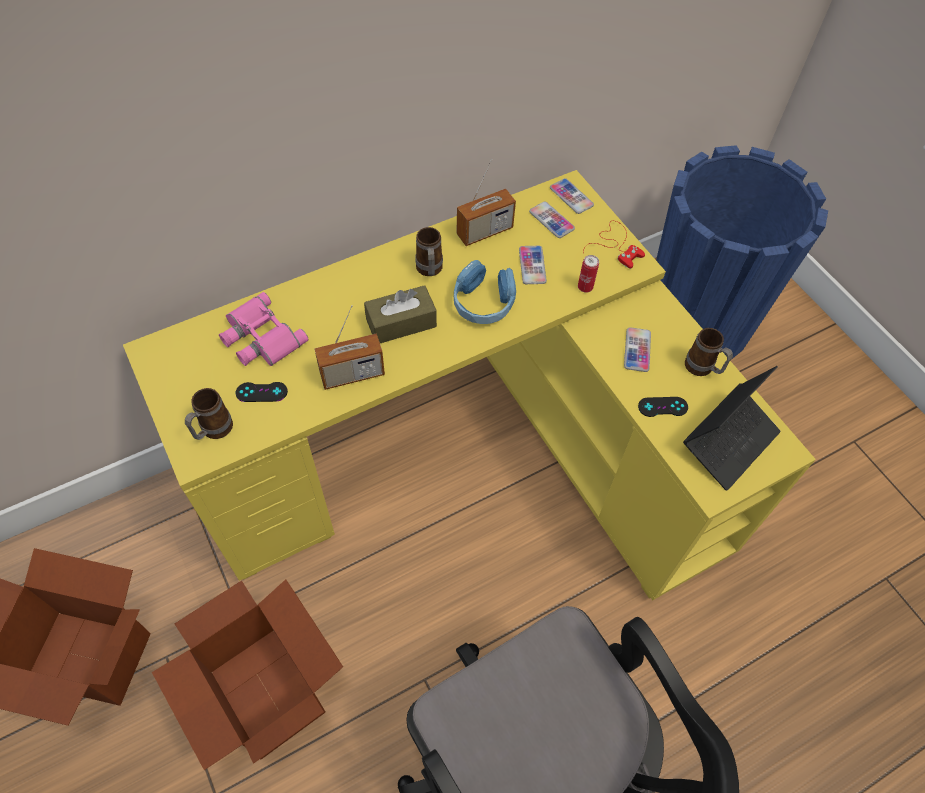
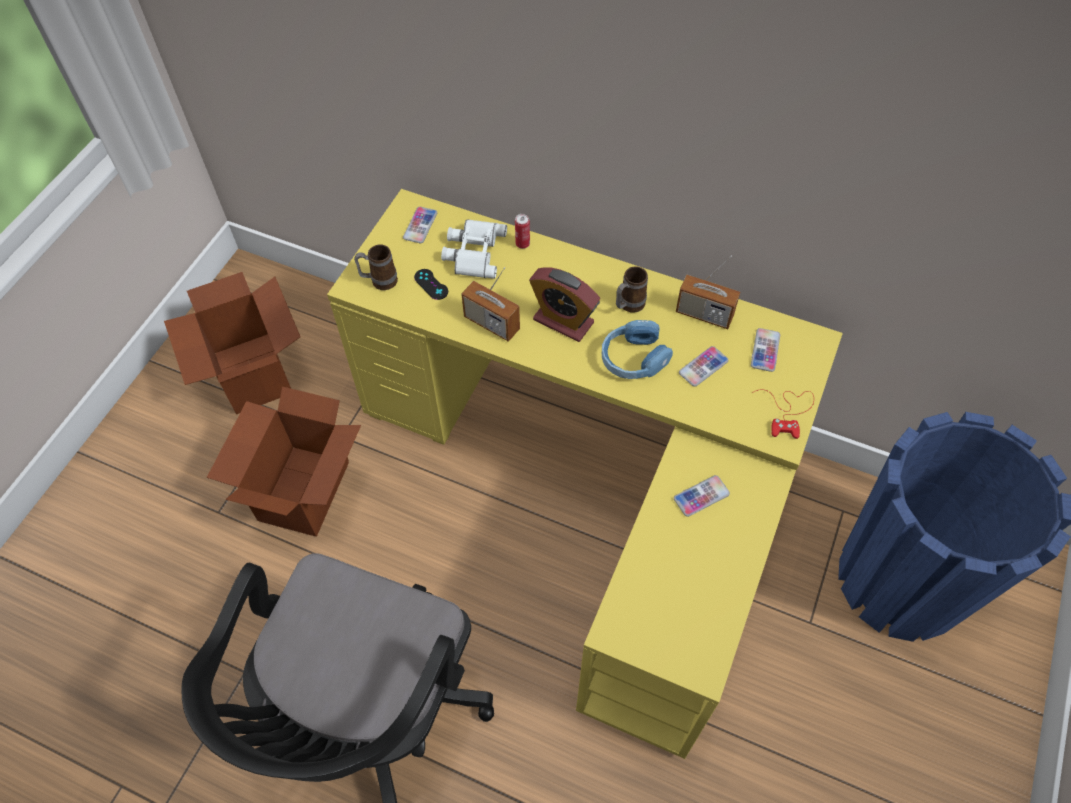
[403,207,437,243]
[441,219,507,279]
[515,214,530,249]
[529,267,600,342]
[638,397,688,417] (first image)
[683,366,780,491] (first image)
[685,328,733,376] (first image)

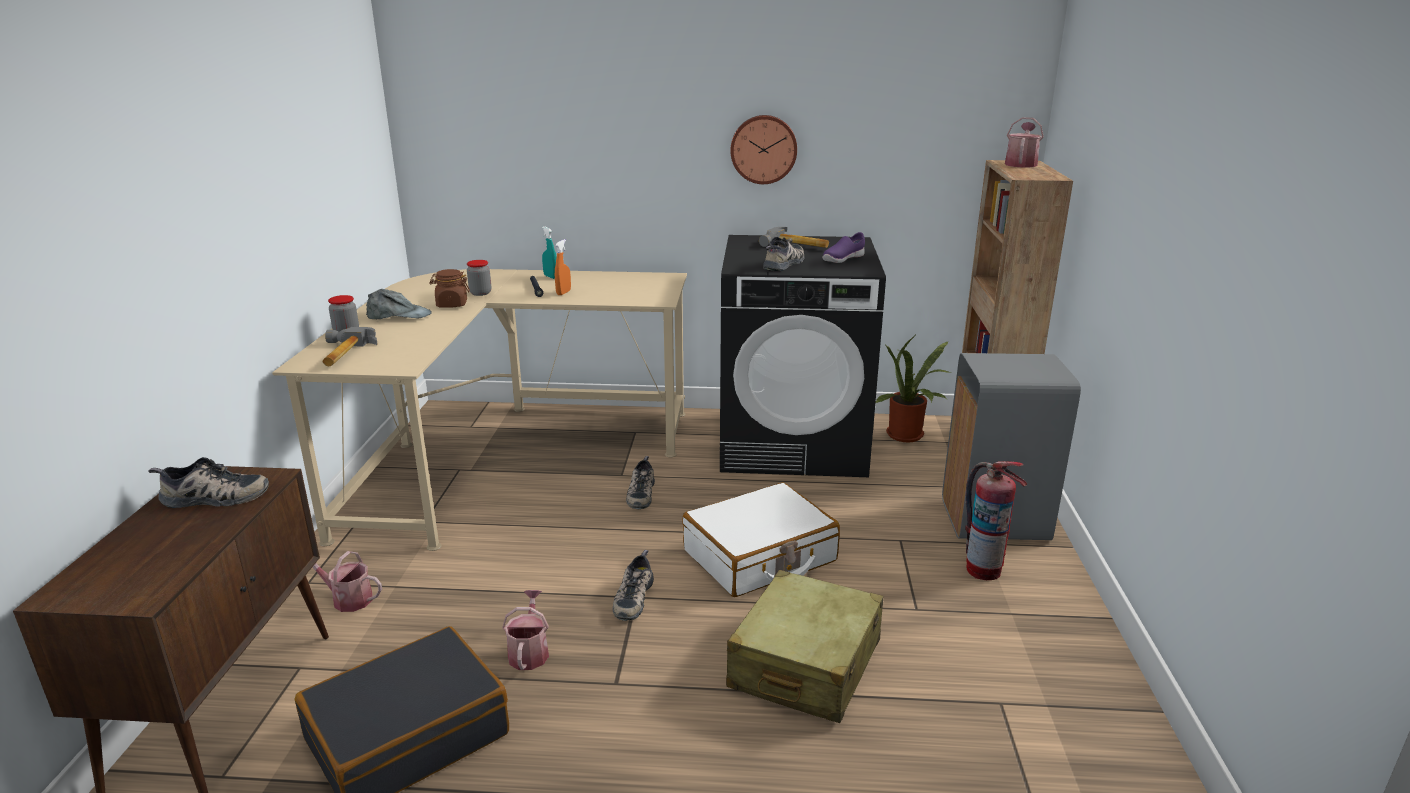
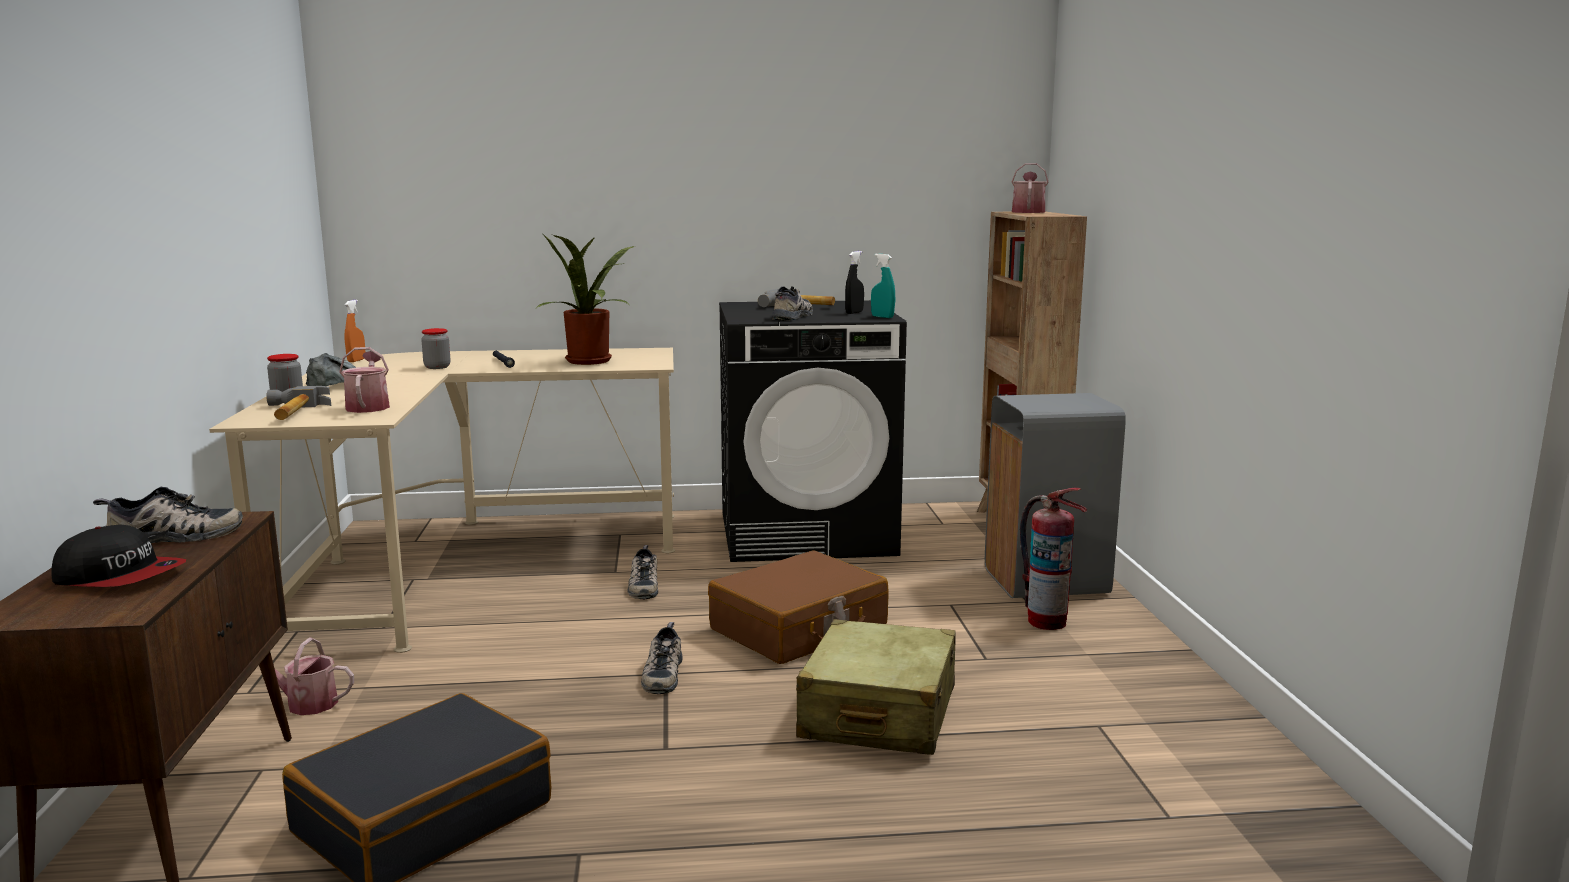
[51,525,186,587]
[339,347,390,413]
[345,300,365,362]
[536,234,635,365]
[708,551,889,664]
[845,251,864,314]
[871,253,895,318]
[429,269,470,308] (first image)
[730,115,797,184] (first image)

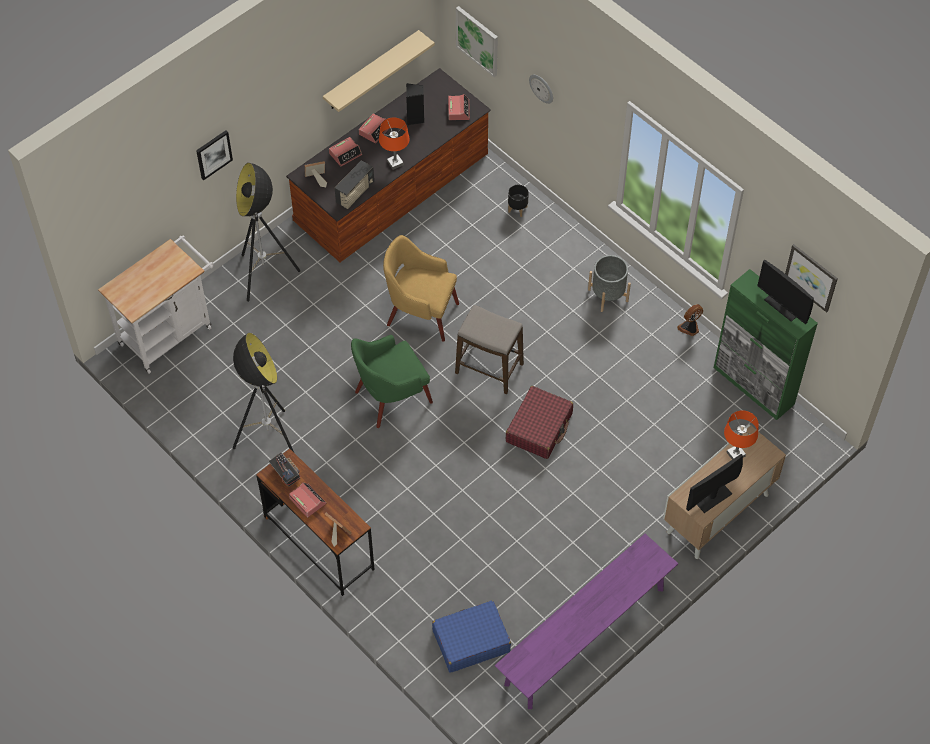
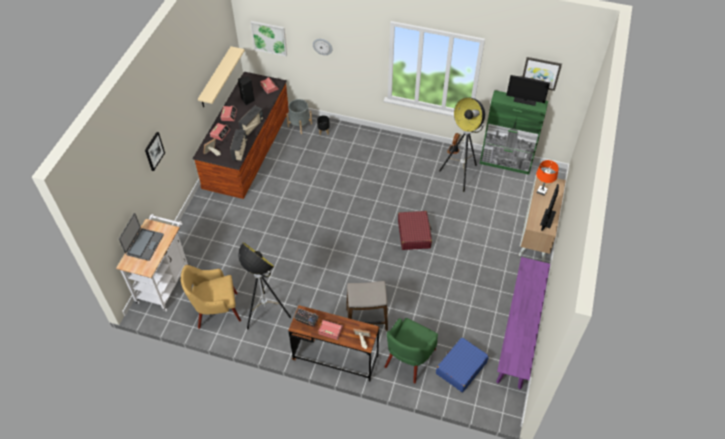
[119,213,164,261]
[181,265,241,329]
[239,105,264,136]
[286,99,312,134]
[346,281,388,331]
[384,318,438,384]
[439,97,485,192]

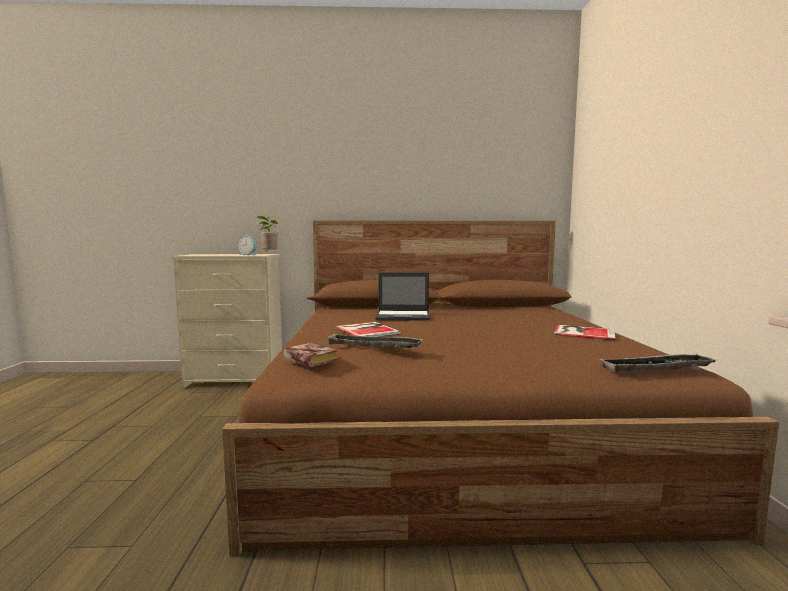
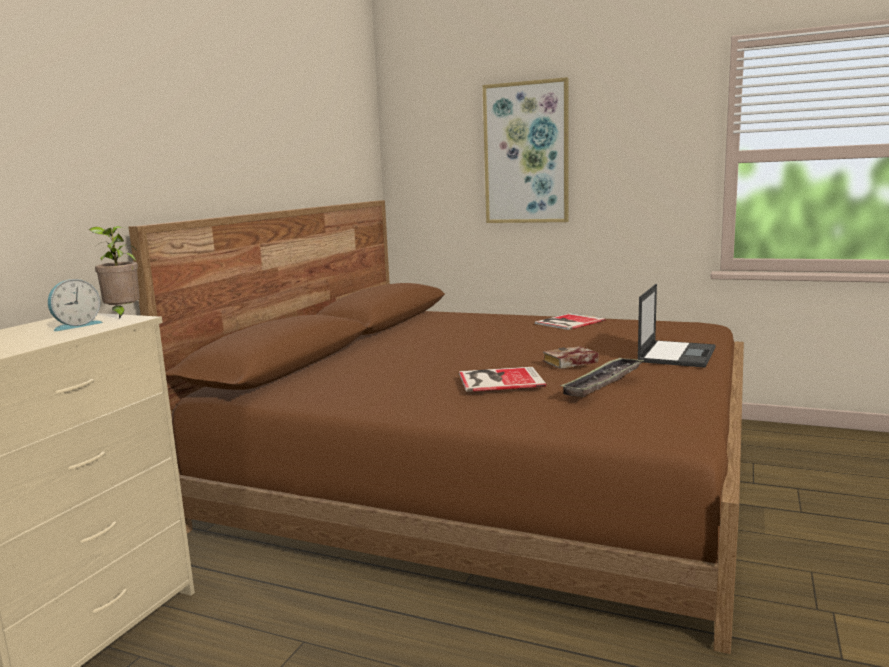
[483,77,569,223]
[543,346,599,369]
[637,284,716,368]
[601,354,716,372] (first image)

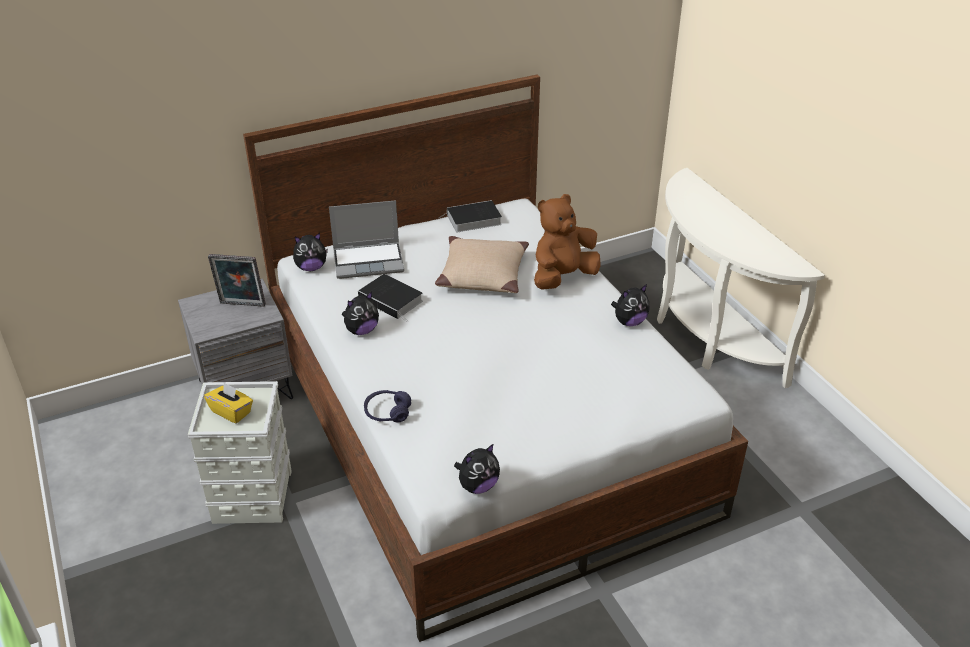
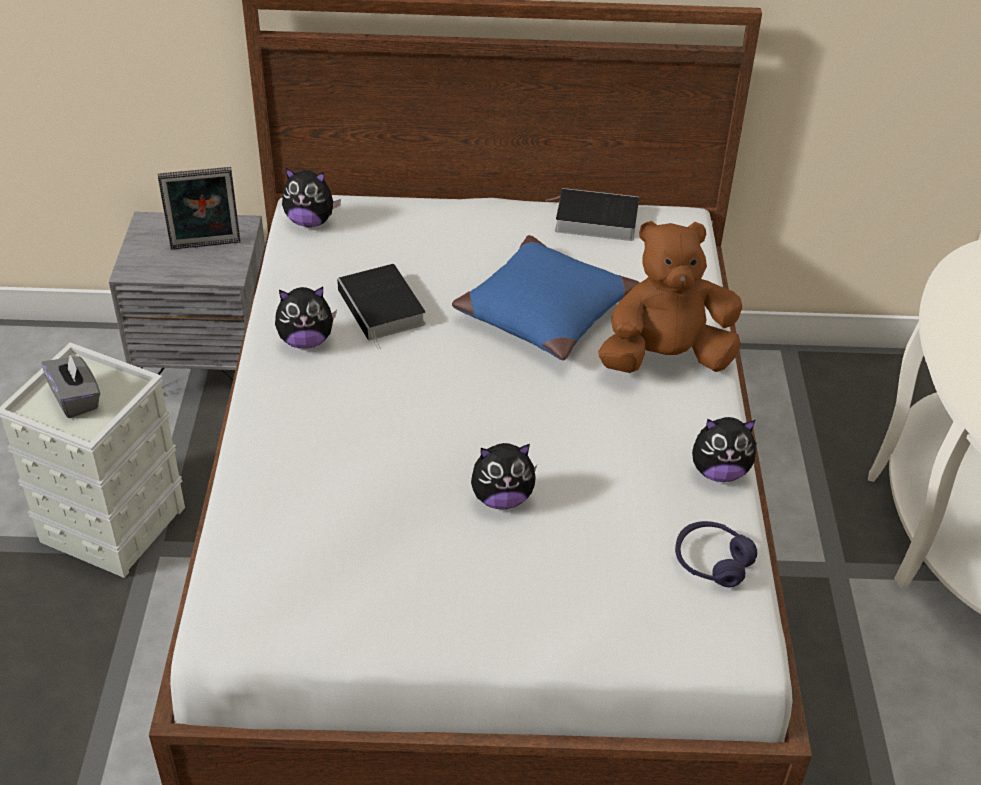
[41,353,101,418]
[158,167,241,250]
[452,235,640,360]
[471,443,537,509]
[675,521,757,587]
[329,200,404,279] (first image)

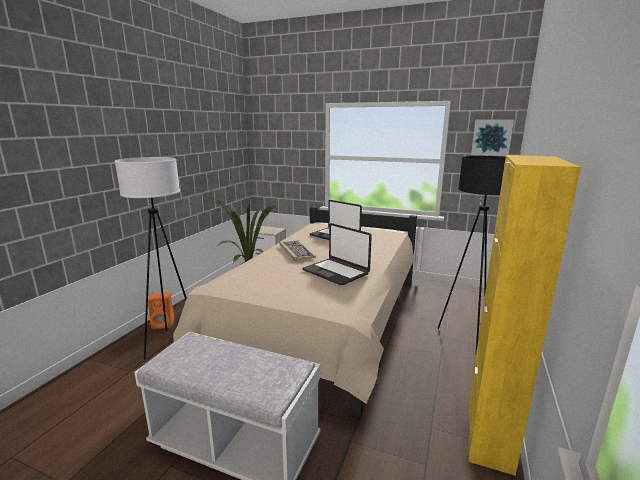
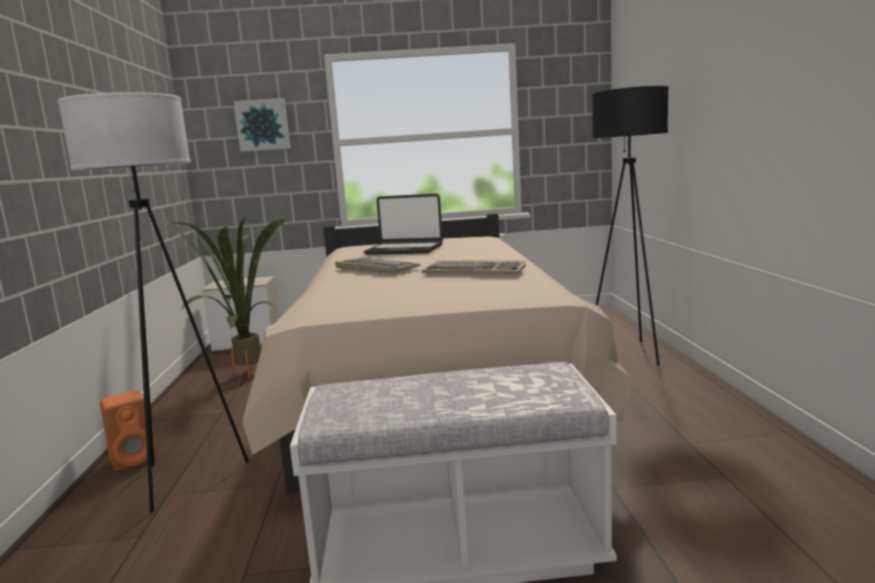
[234,98,290,152]
[422,260,526,274]
[469,155,581,476] (first image)

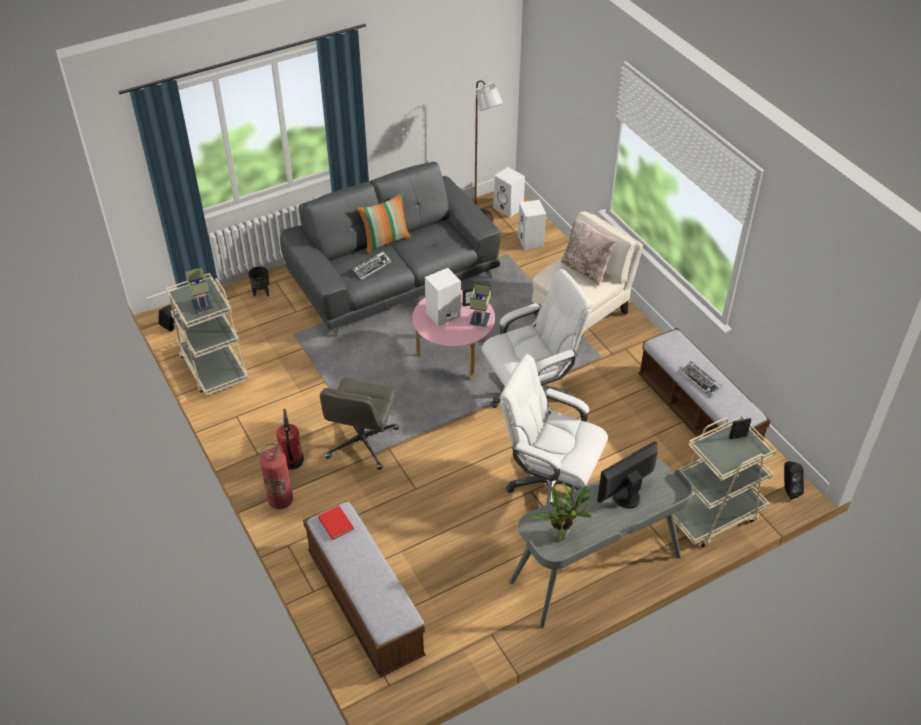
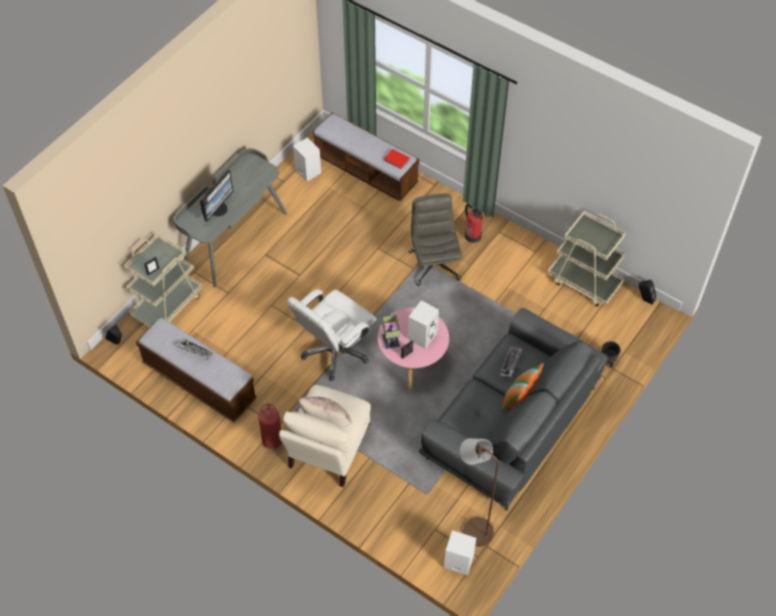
[258,404,282,449]
[293,137,321,181]
[185,267,213,313] (first image)
[500,354,608,504] (first image)
[531,483,592,541] (first image)

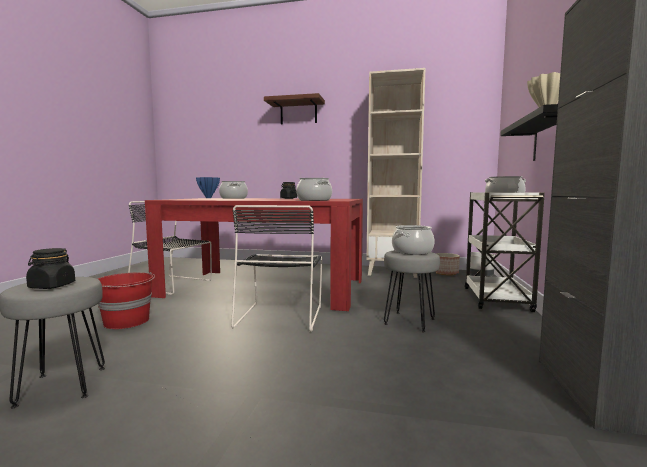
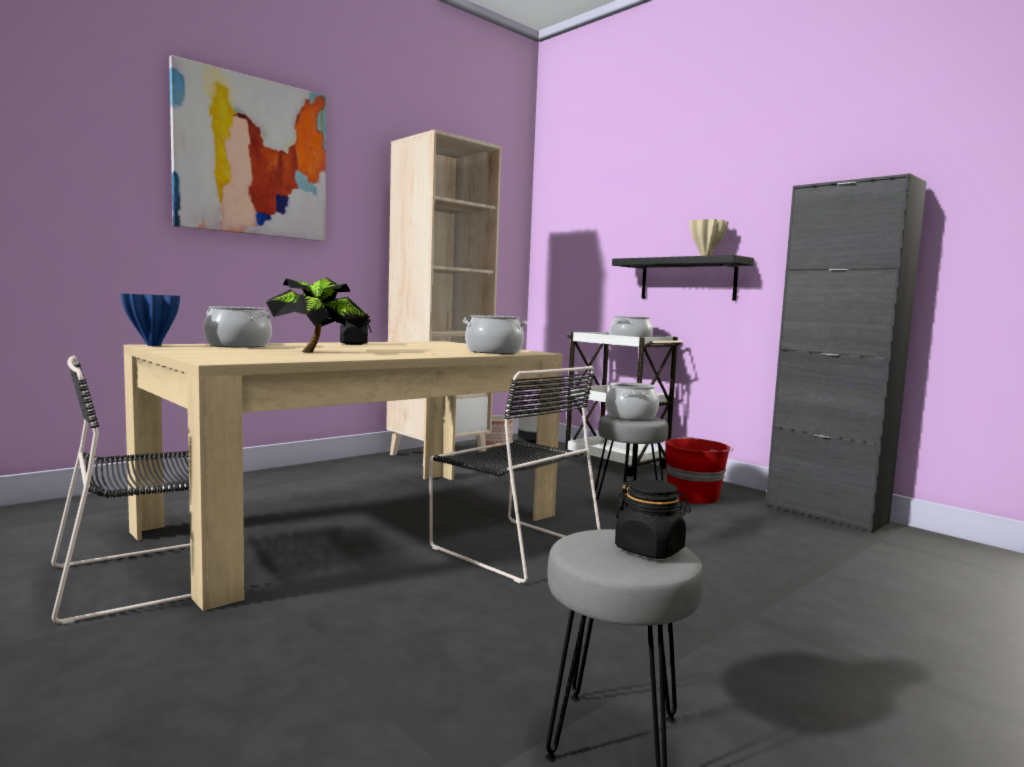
[124,341,562,611]
[169,55,326,241]
[266,277,369,353]
[665,436,733,504]

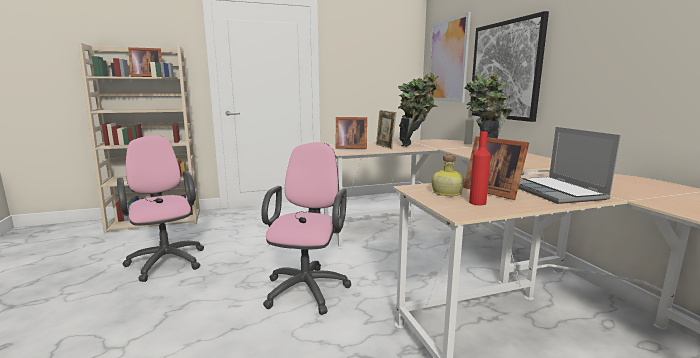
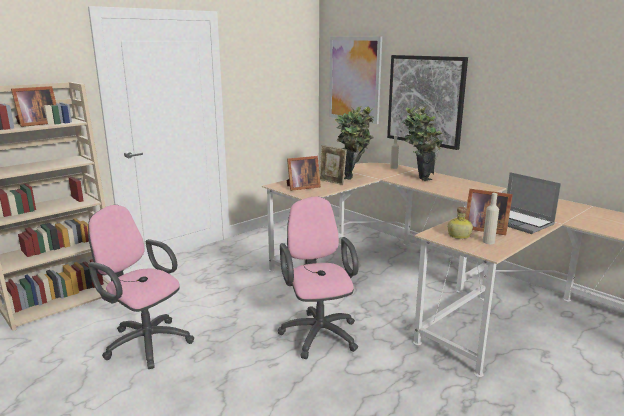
[483,193,499,244]

